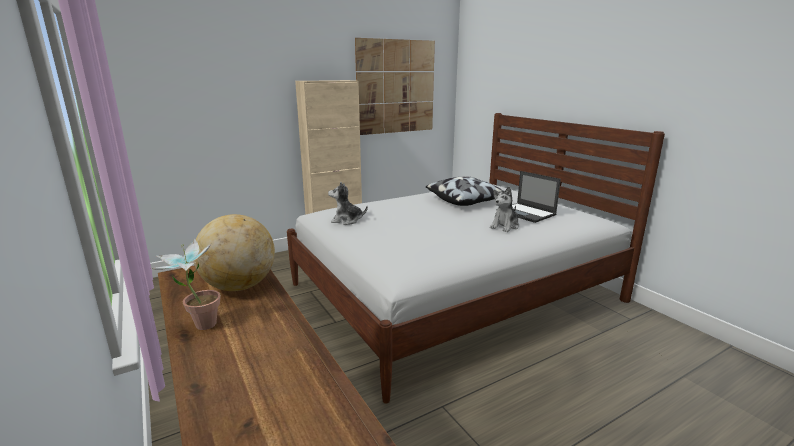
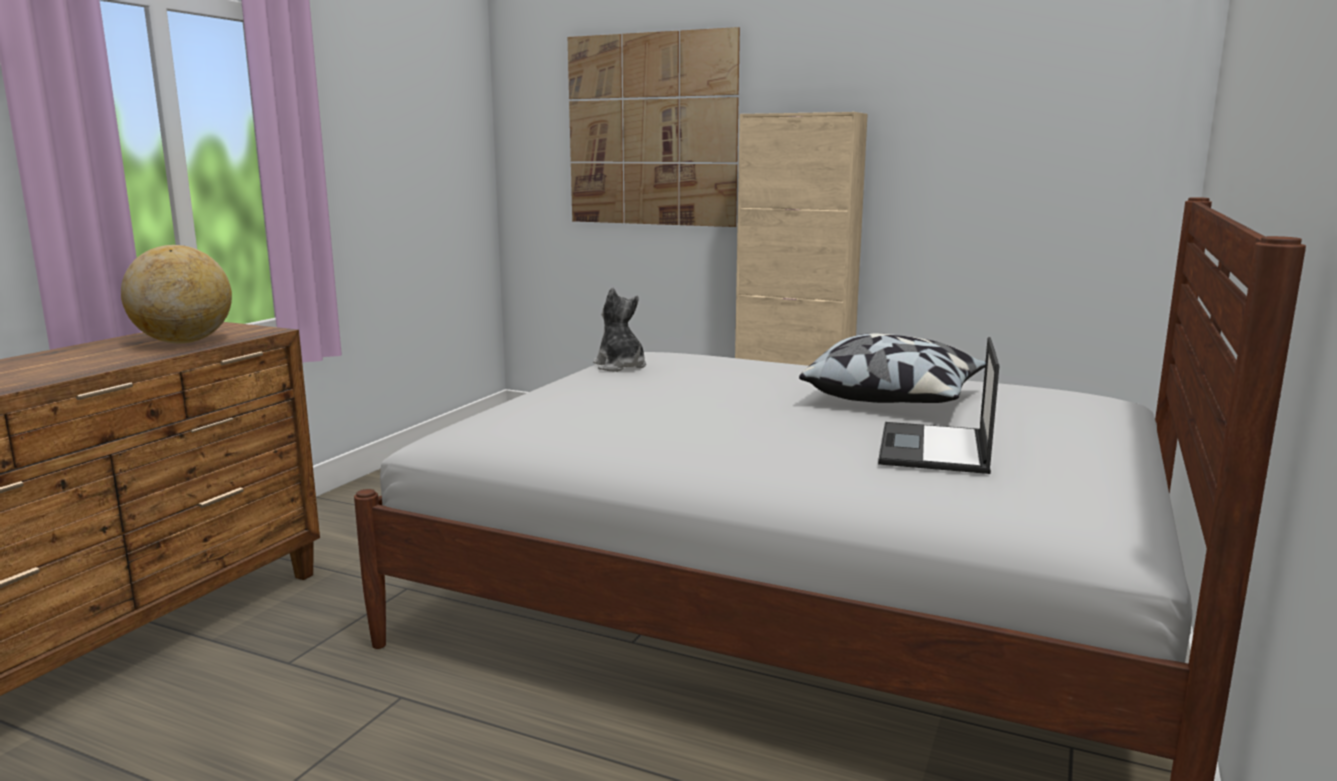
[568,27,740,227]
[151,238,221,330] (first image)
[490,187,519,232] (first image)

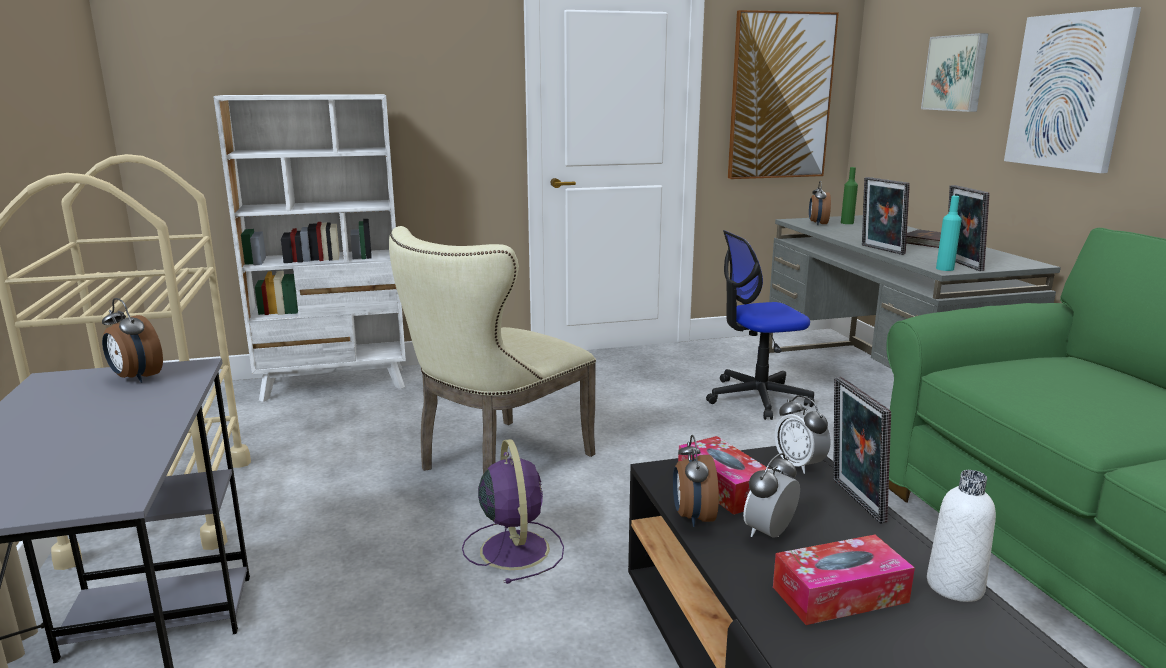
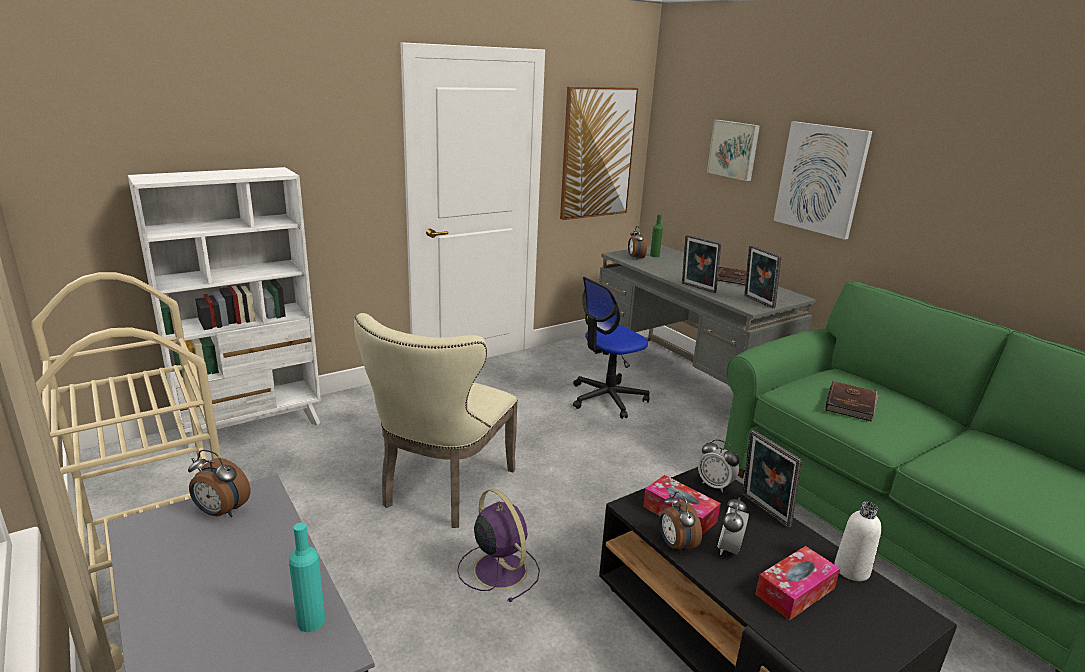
[289,523,325,632]
[826,381,879,422]

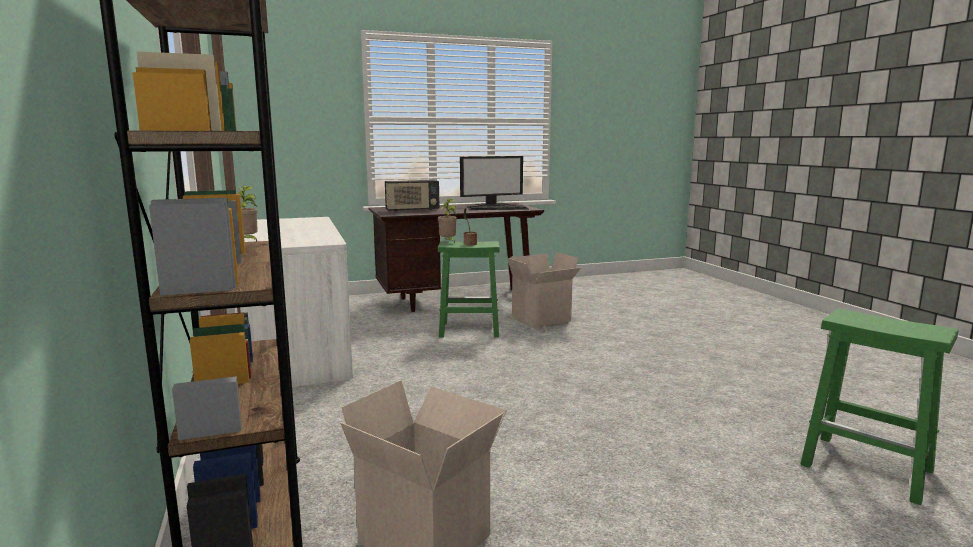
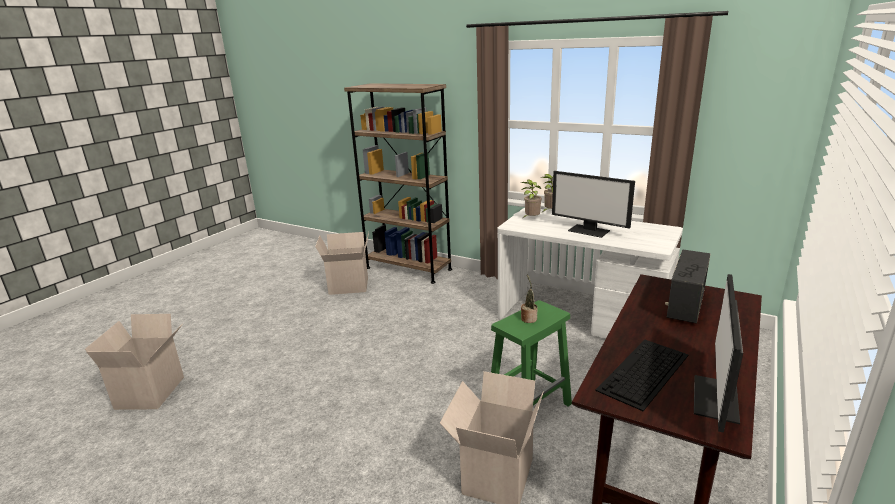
[85,314,184,410]
[521,179,542,218]
[552,171,635,238]

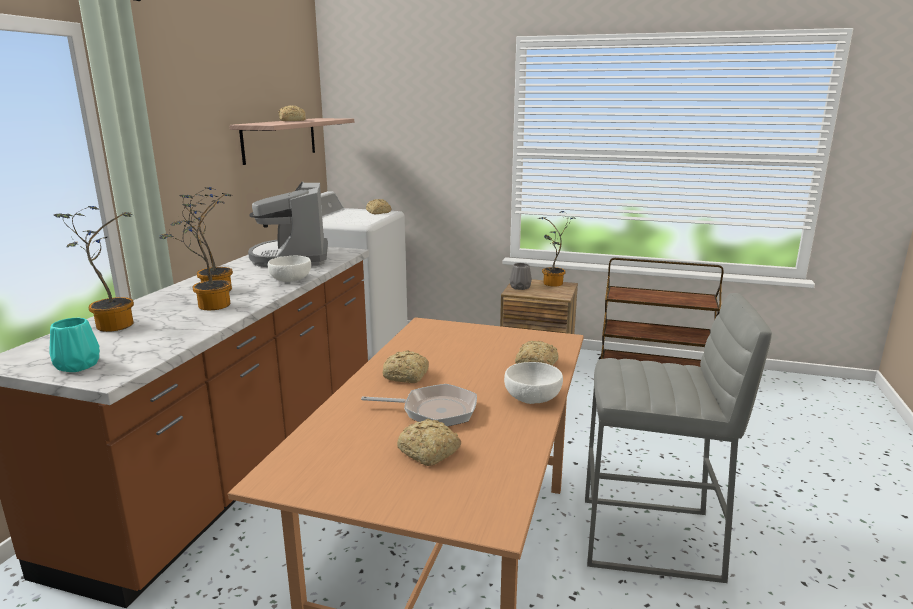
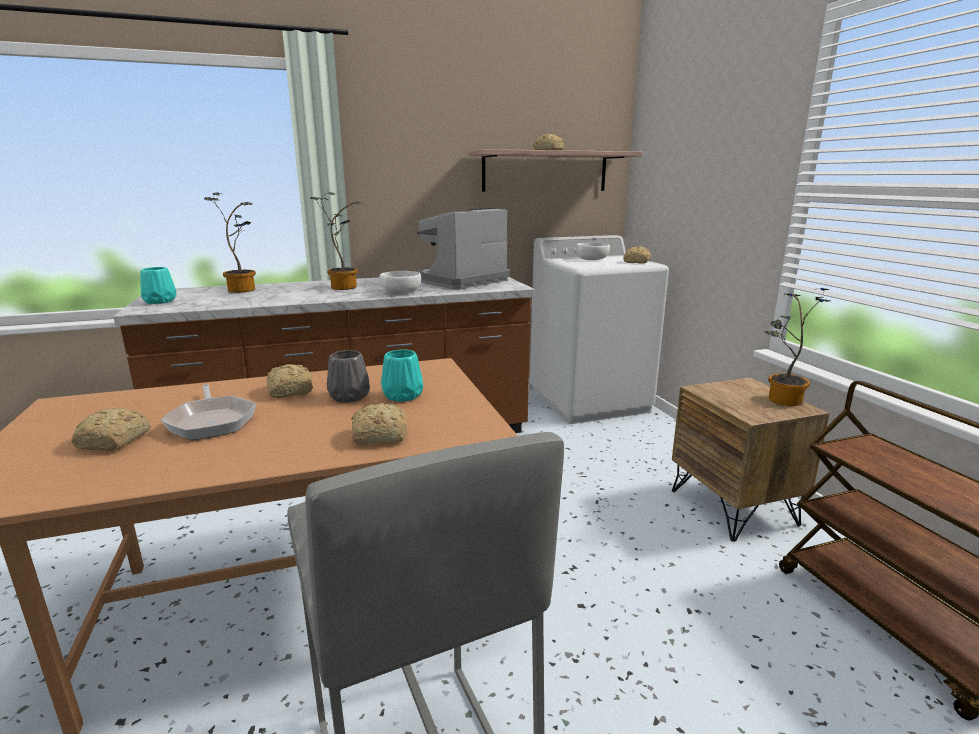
[327,350,370,403]
[381,350,423,402]
[576,242,610,260]
[160,194,231,310] (first image)

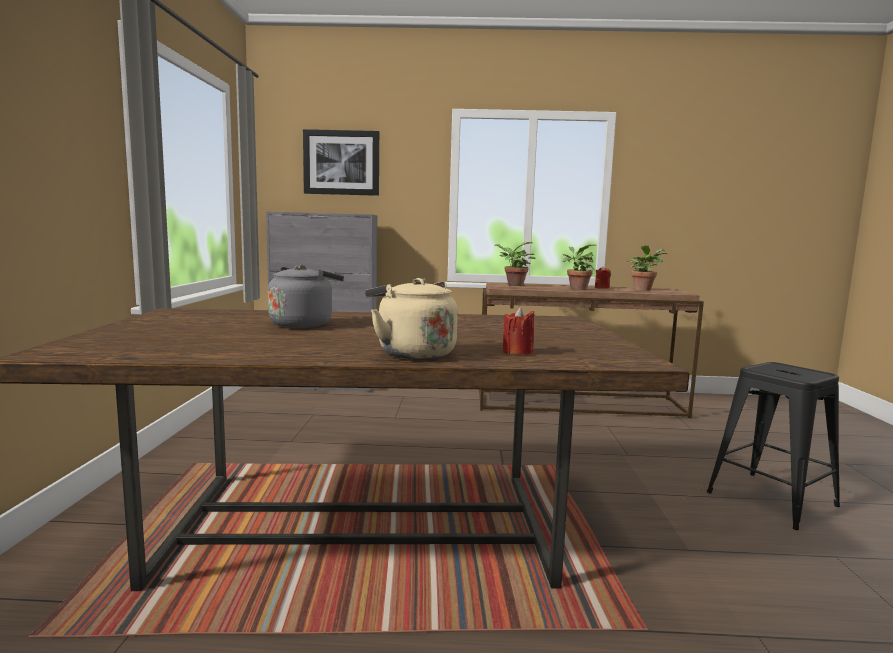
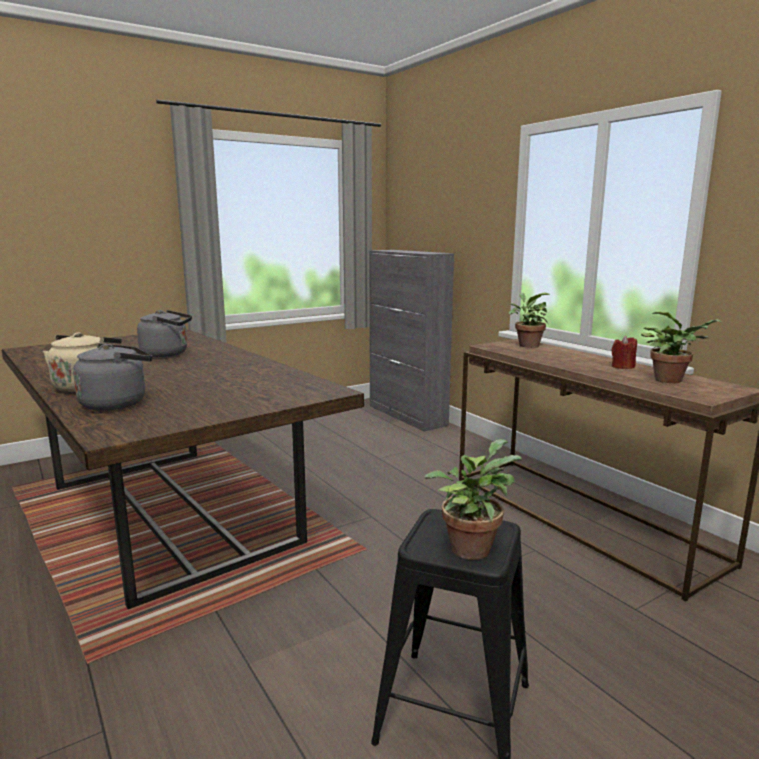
[73,343,152,411]
[424,439,522,560]
[303,129,379,196] (first image)

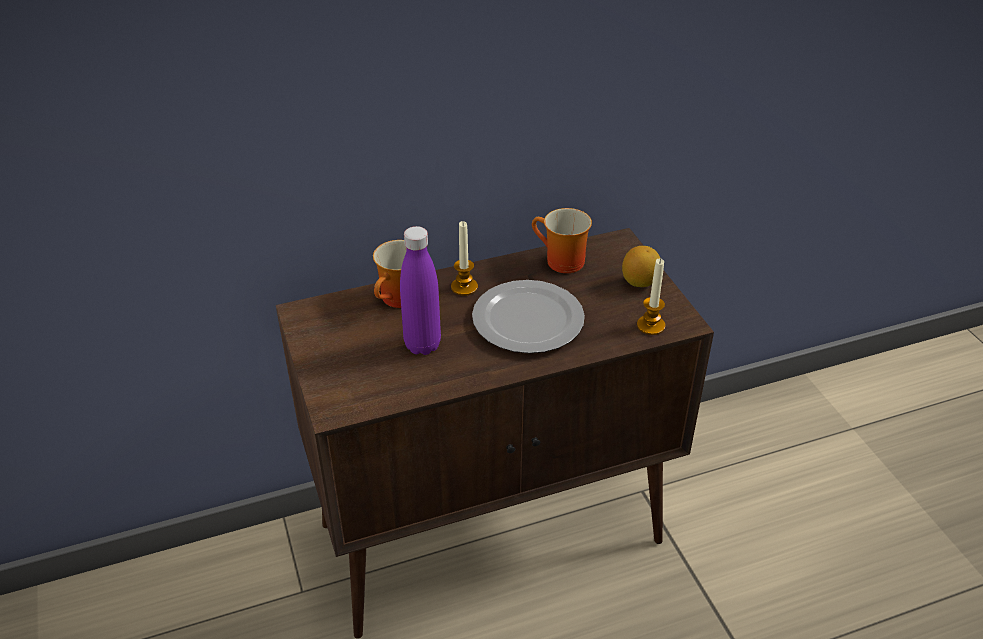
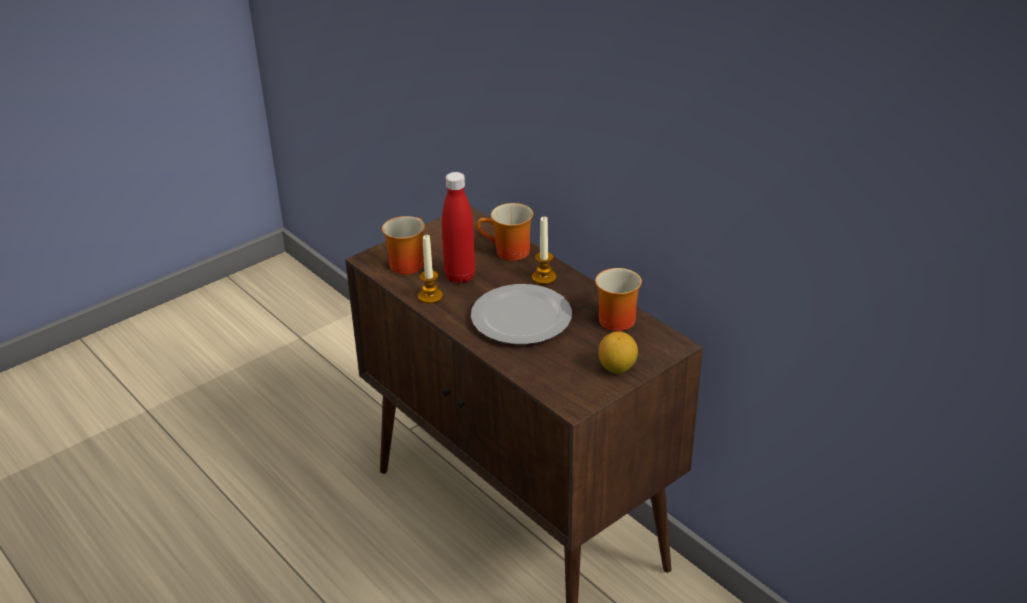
[382,216,425,275]
[418,235,443,303]
[442,172,475,284]

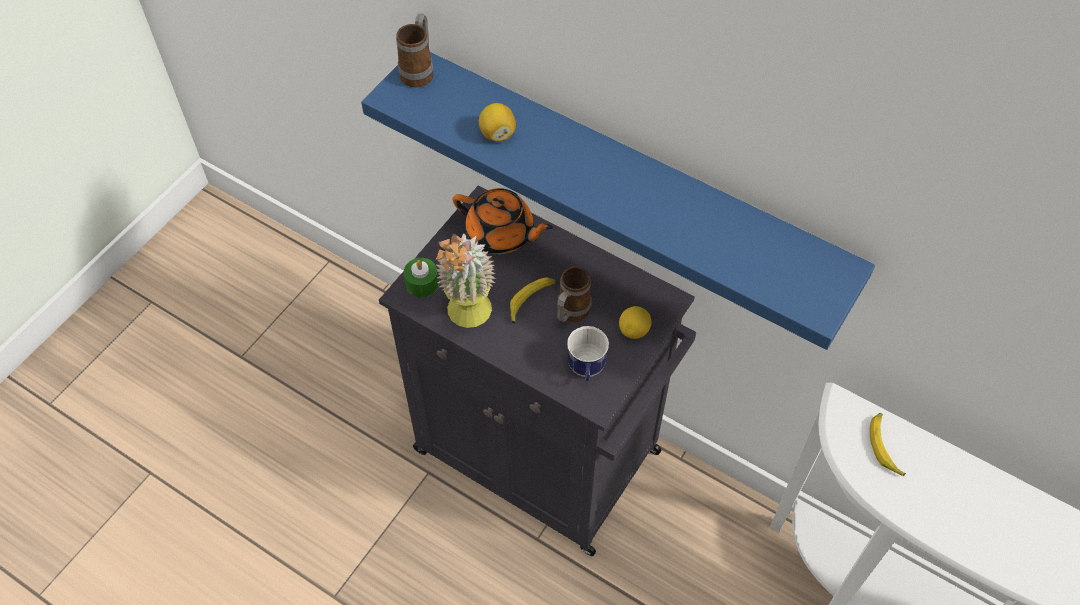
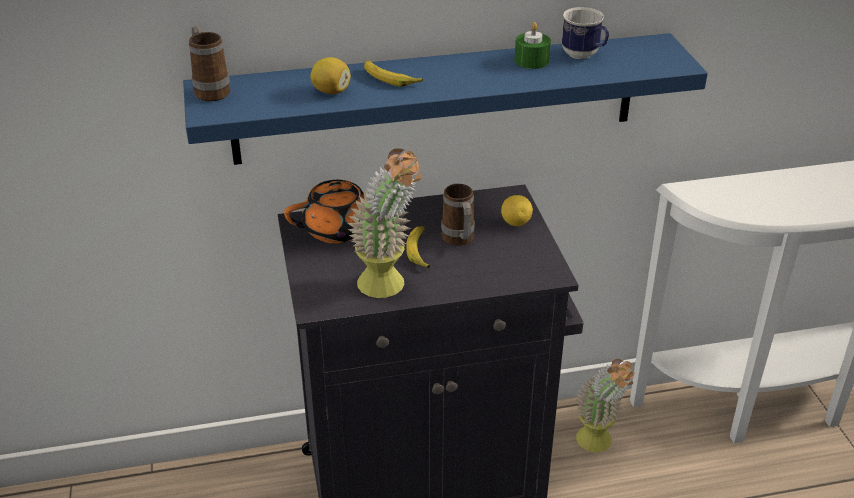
[364,60,423,87]
[515,22,551,69]
[562,7,609,59]
[576,359,635,452]

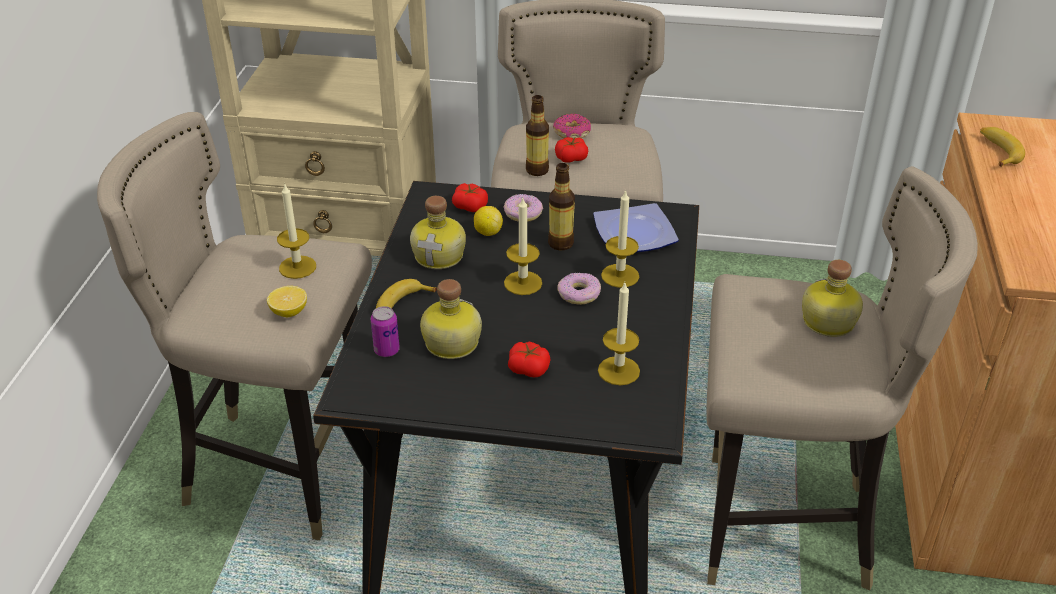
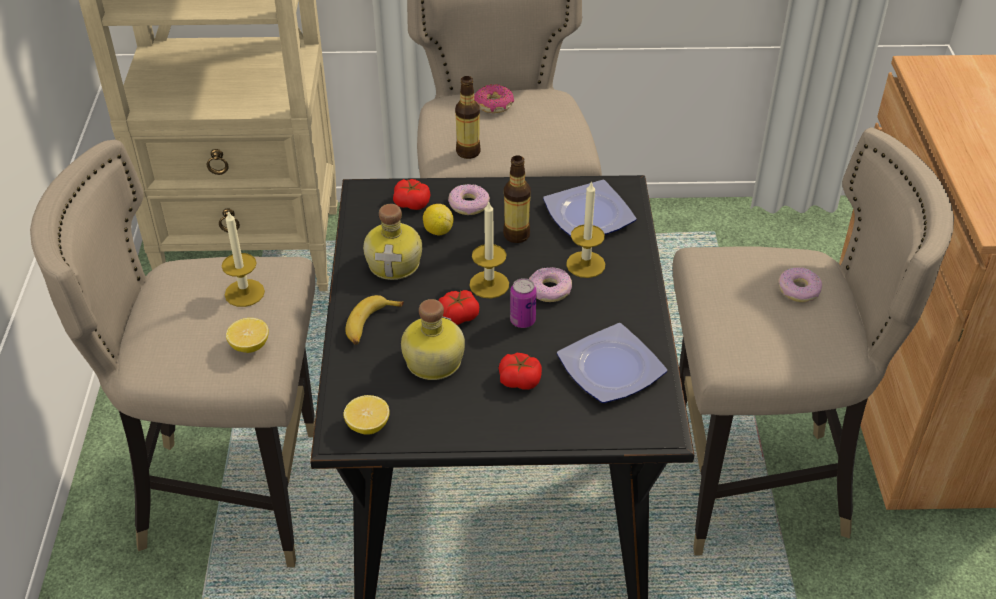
[343,395,390,435]
[438,290,479,325]
[510,278,537,328]
[557,323,667,403]
[778,267,822,302]
[980,127,1025,167] (first image)

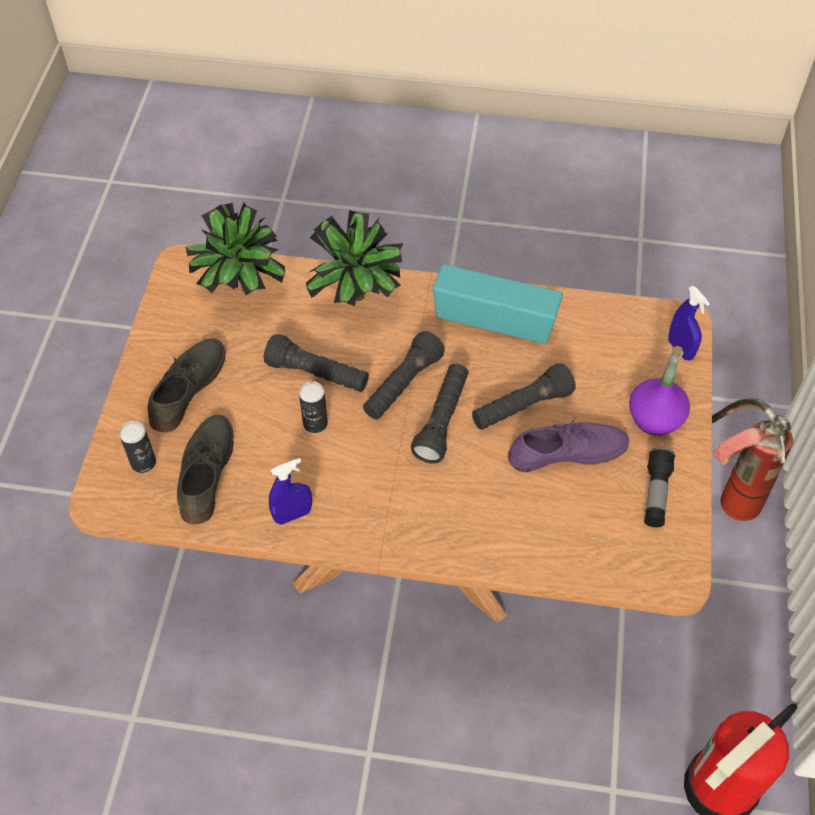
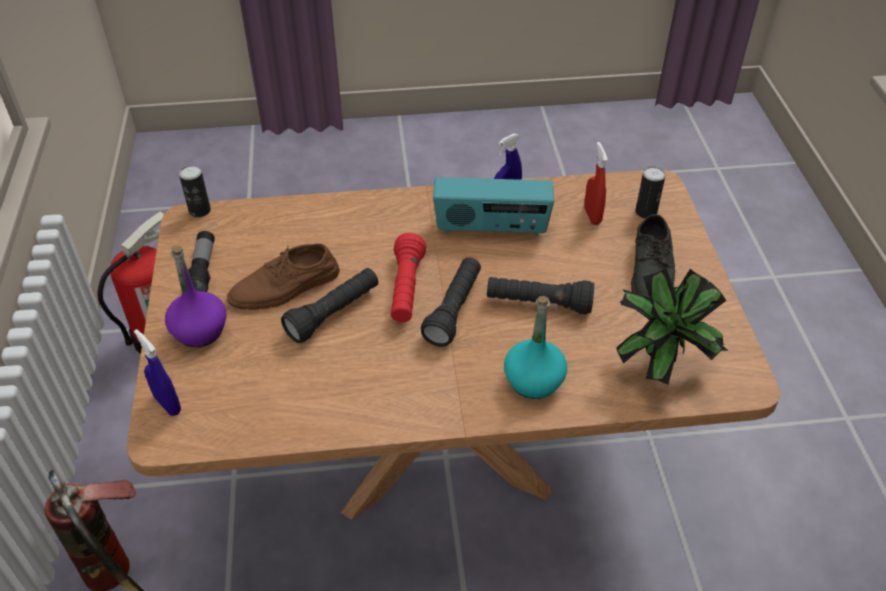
[179,165,211,217]
[227,244,340,310]
[391,233,426,322]
[433,177,554,236]
[504,296,567,399]
[584,142,608,225]

